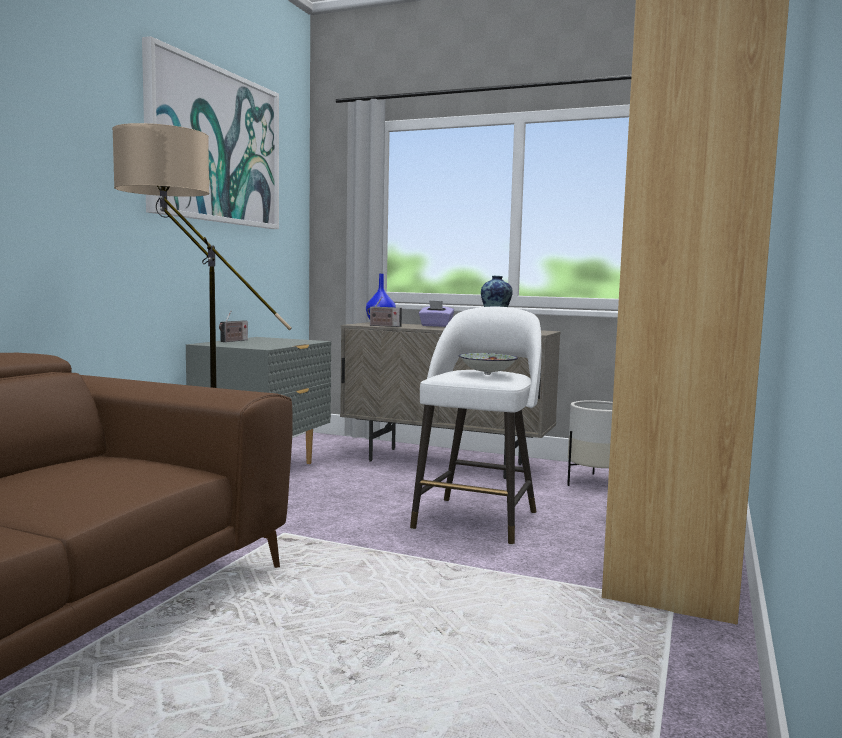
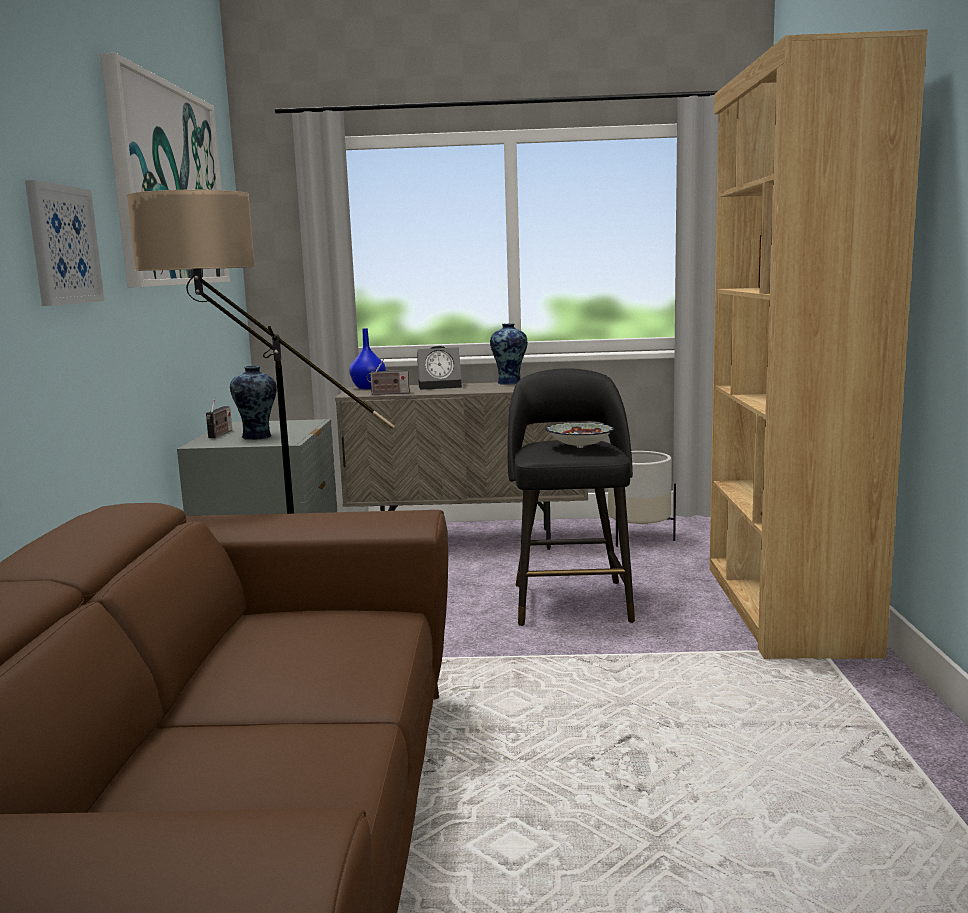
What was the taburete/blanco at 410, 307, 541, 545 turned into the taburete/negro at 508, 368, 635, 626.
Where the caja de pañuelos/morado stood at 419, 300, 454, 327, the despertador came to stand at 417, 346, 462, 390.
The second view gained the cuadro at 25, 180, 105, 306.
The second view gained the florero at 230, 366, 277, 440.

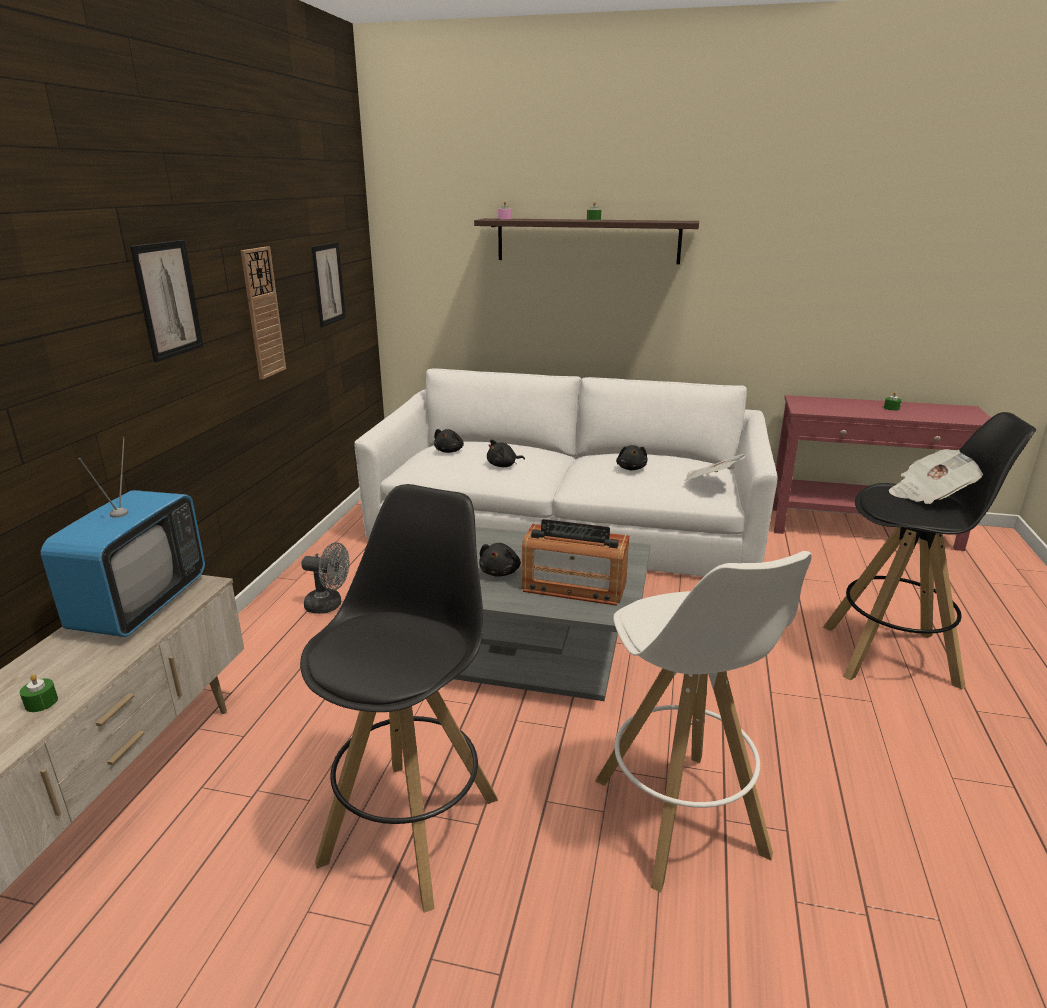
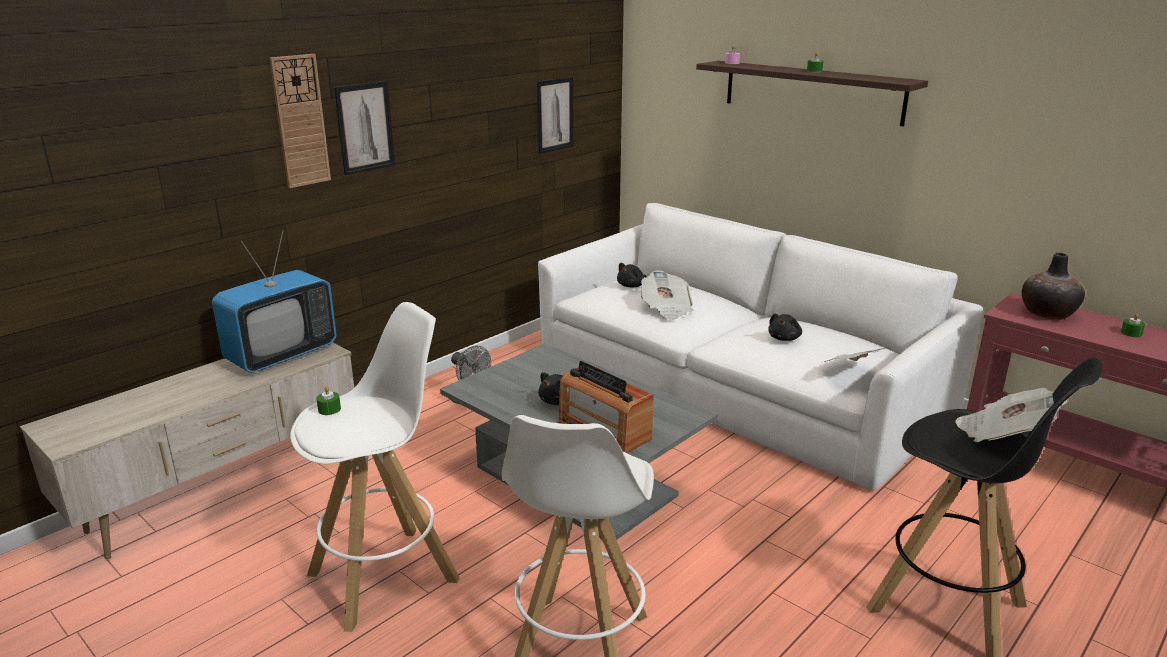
The vela/verde ended up elsewhere, having gone from 20, 674, 58, 712 to 316, 386, 341, 415.
The reloj de pared ended up elsewhere, having gone from 241, 246, 286, 379 to 269, 54, 331, 188.
What was the taburete/negro at 300, 484, 498, 913 turned into the taburete/blanco at 290, 302, 460, 632.
Where the peluche/negro stood at 487, 439, 525, 467, the periódico came to stand at 641, 270, 693, 321.
The second view gained the florero at 1022, 253, 1085, 320.

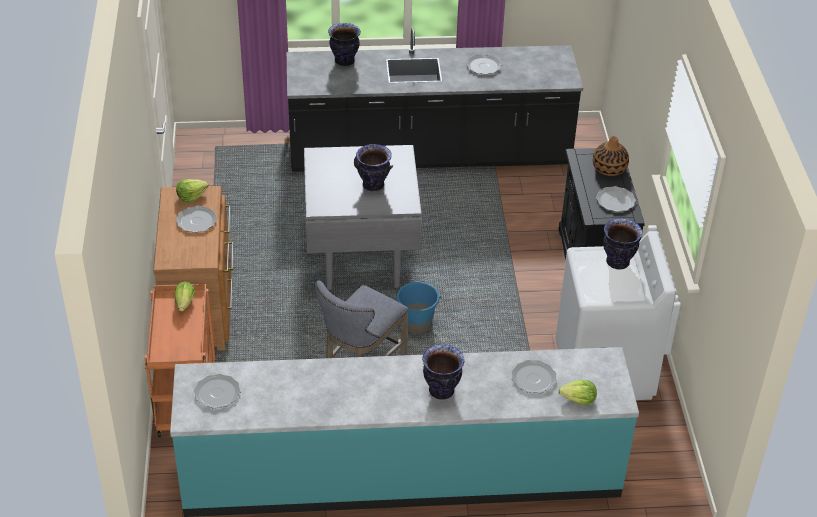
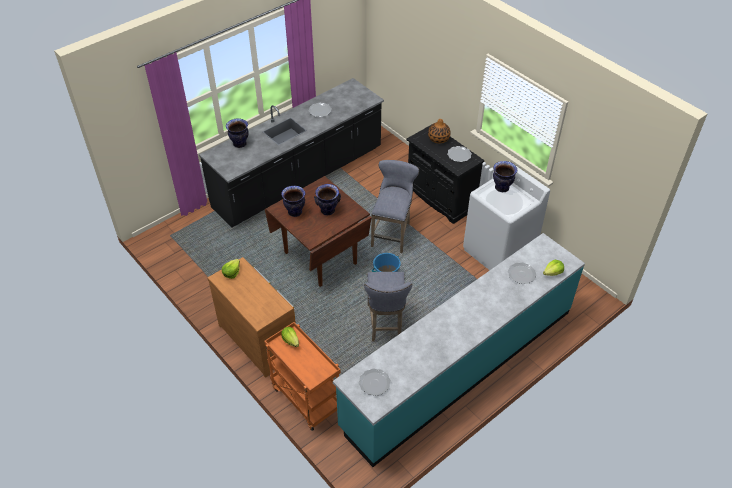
The second view lost the plato at 176, 206, 217, 233.
What was the mesa de comedor/gris at 304, 145, 422, 290 turned into the mesa de comedor/marrón at 265, 176, 371, 287.
The florero ended up elsewhere, having gone from 422, 344, 464, 400 to 281, 186, 305, 217.
The second view gained the taburete/gris at 371, 160, 419, 253.

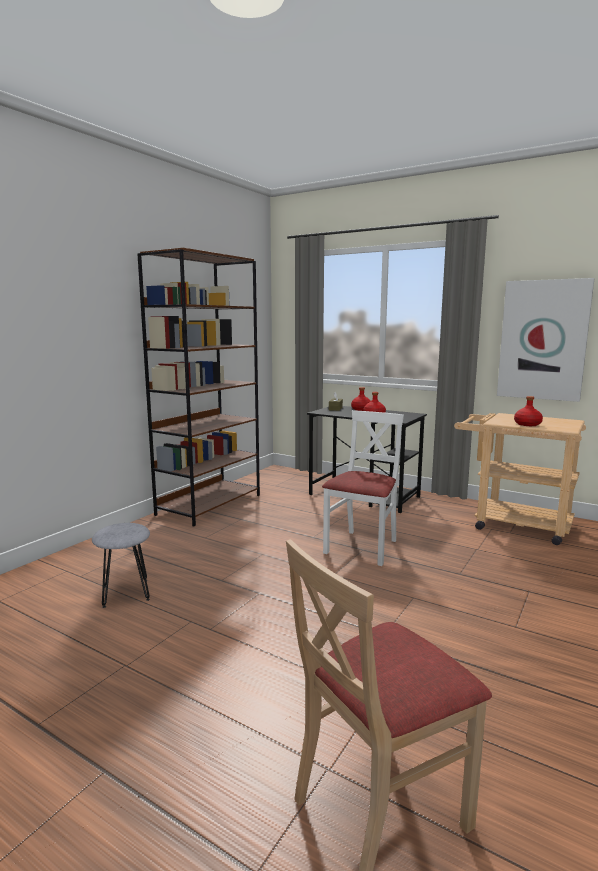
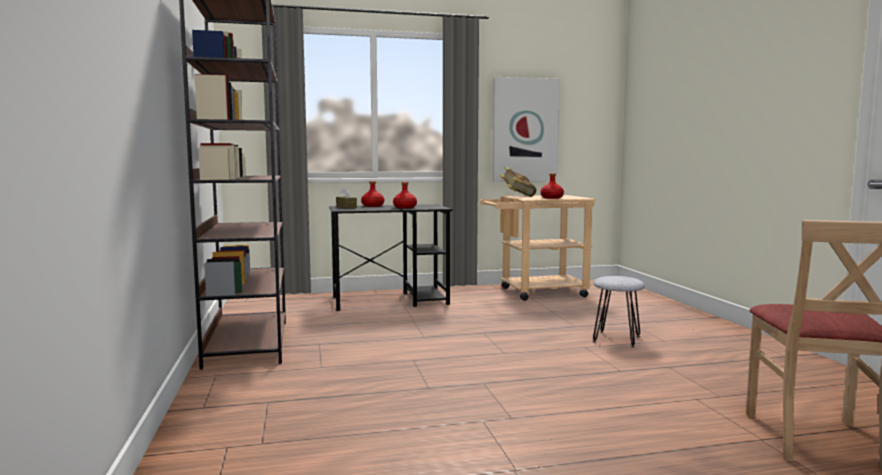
The taburete/gris ended up elsewhere, having gone from 92, 523, 150, 608 to 593, 276, 645, 347.
The second view lost the silla/blanco at 322, 410, 404, 566.
The second view gained the libro at 500, 167, 536, 197.

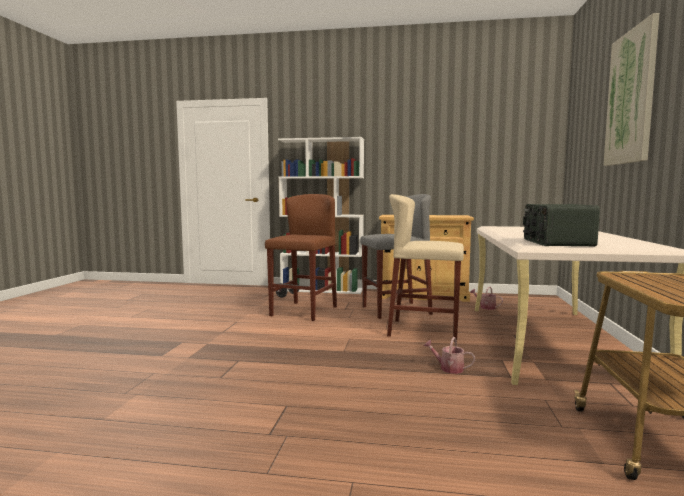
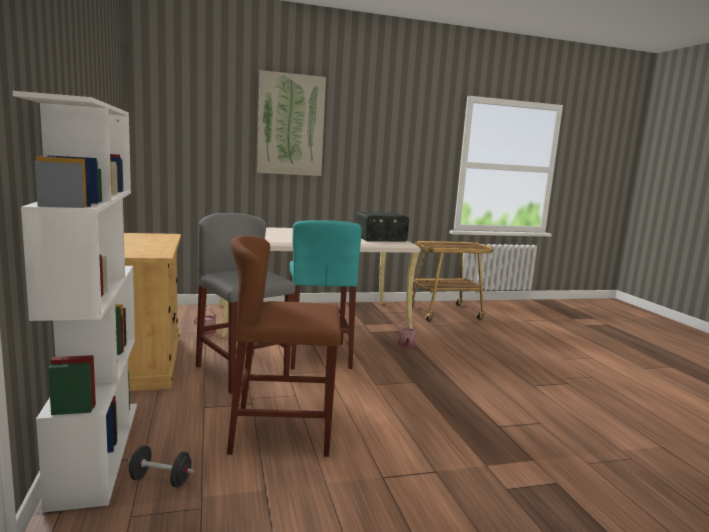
What was the taburete/beis at 387, 194, 464, 342 turned into the taburete/turquesa at 290, 220, 362, 369.

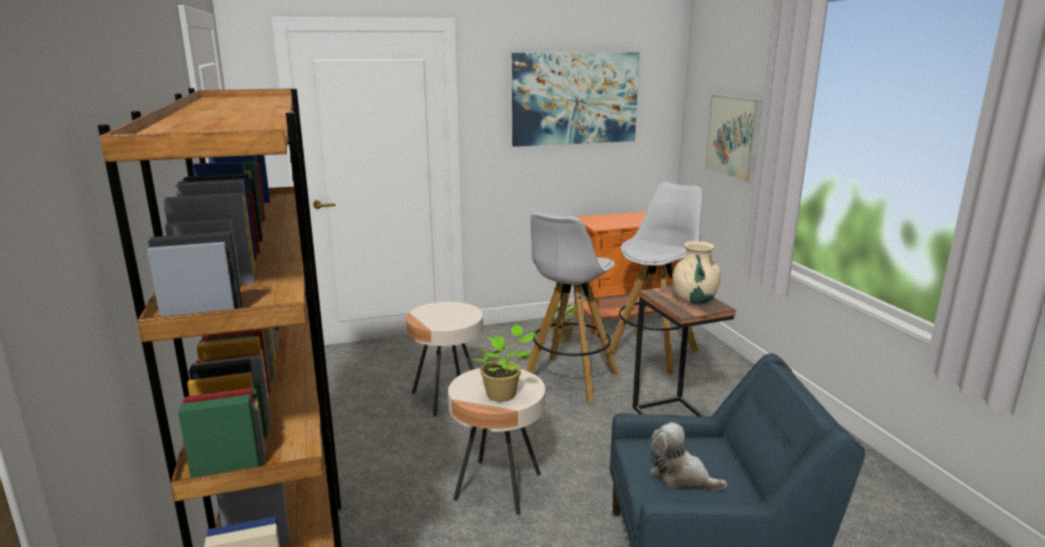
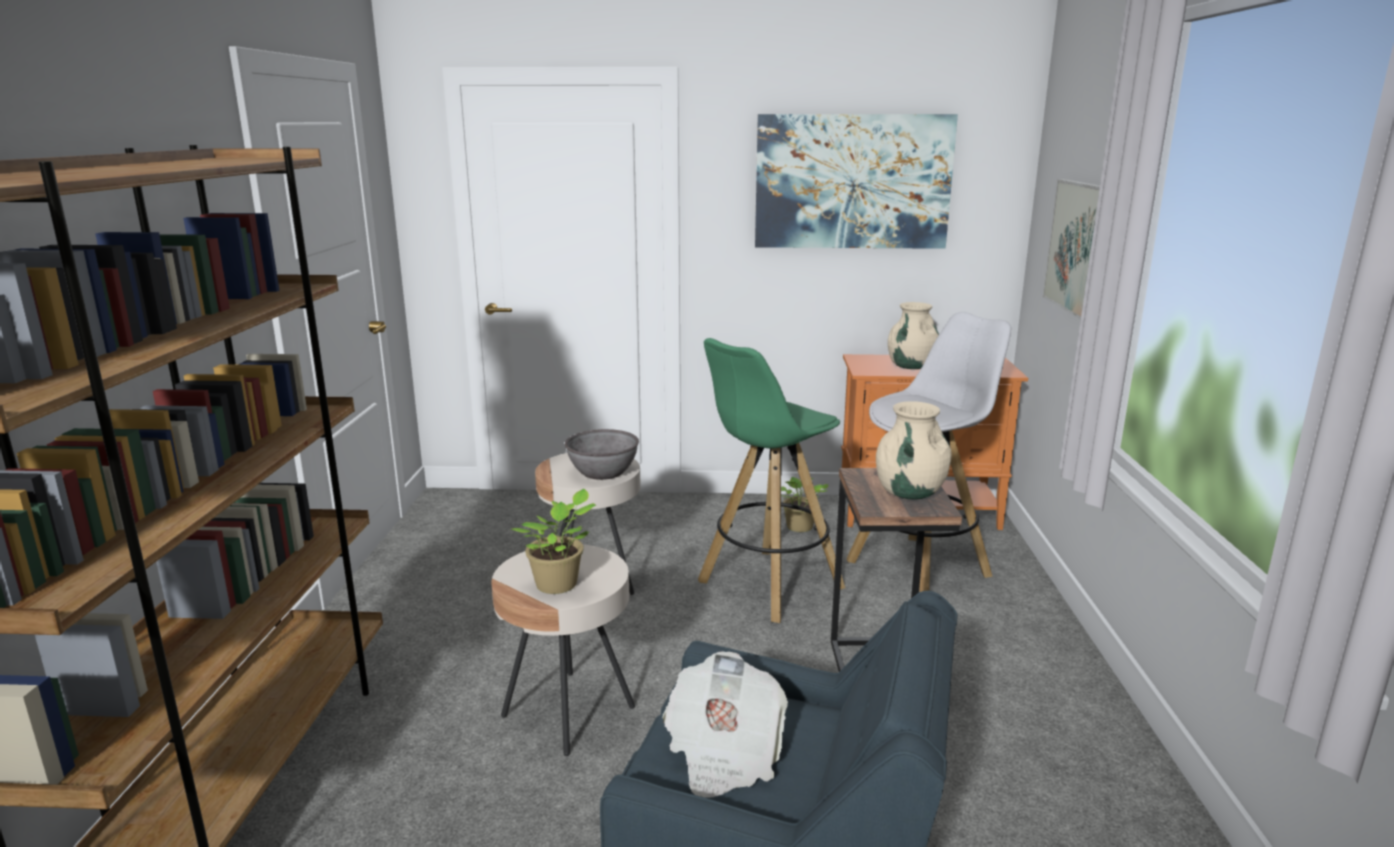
What was the taburete/blanco at 526, 212, 619, 402 turned into the taburete/verde at 698, 338, 845, 623.
Where the peluche stood at 650, 422, 727, 491, the periódico came to stand at 663, 652, 788, 798.
The second view gained the cuenco/gris at 565, 429, 639, 480.
The second view gained the florero/beis at 888, 302, 939, 369.

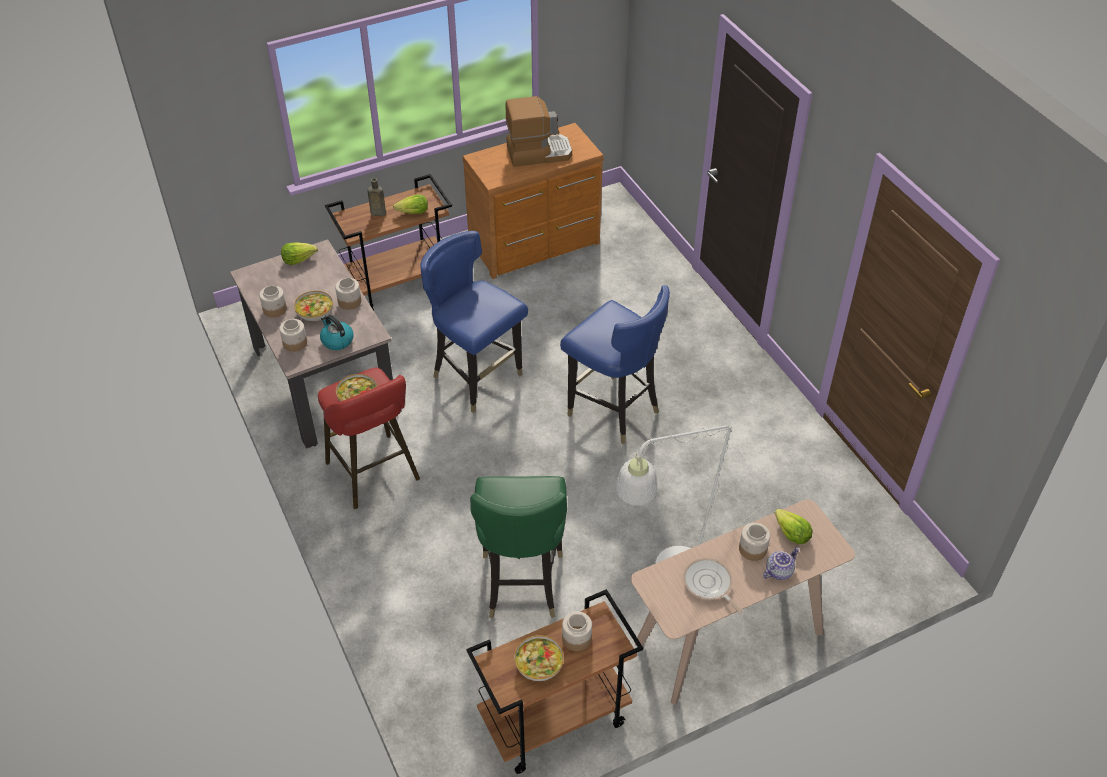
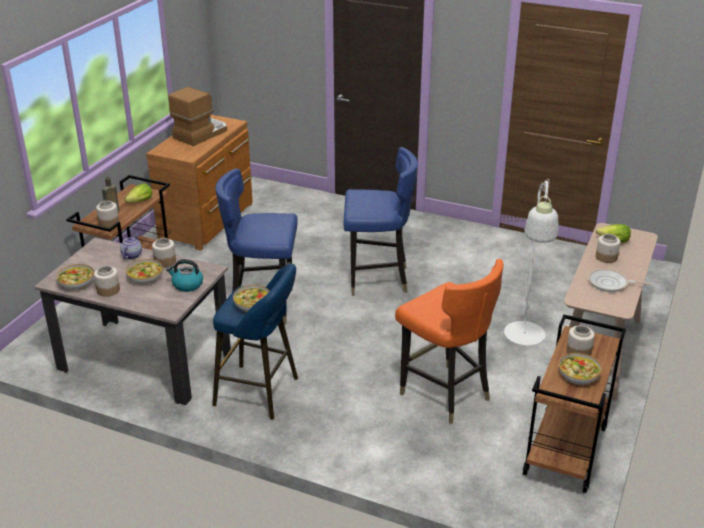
The tarro ended up elsewhere, having gone from 280, 319, 307, 352 to 96, 201, 119, 228.
The second view lost the lechuga at 281, 242, 318, 265.
What was the taburete/rojo at 318, 368, 420, 509 turned into the taburete/azul at 212, 264, 298, 420.
What was the silla/verde at 470, 476, 567, 618 turned into the silla/naranja at 395, 259, 504, 424.
The tetera ended up elsewhere, having gone from 763, 547, 800, 580 to 120, 234, 142, 259.
The second view gained the cuenco at 56, 264, 94, 290.

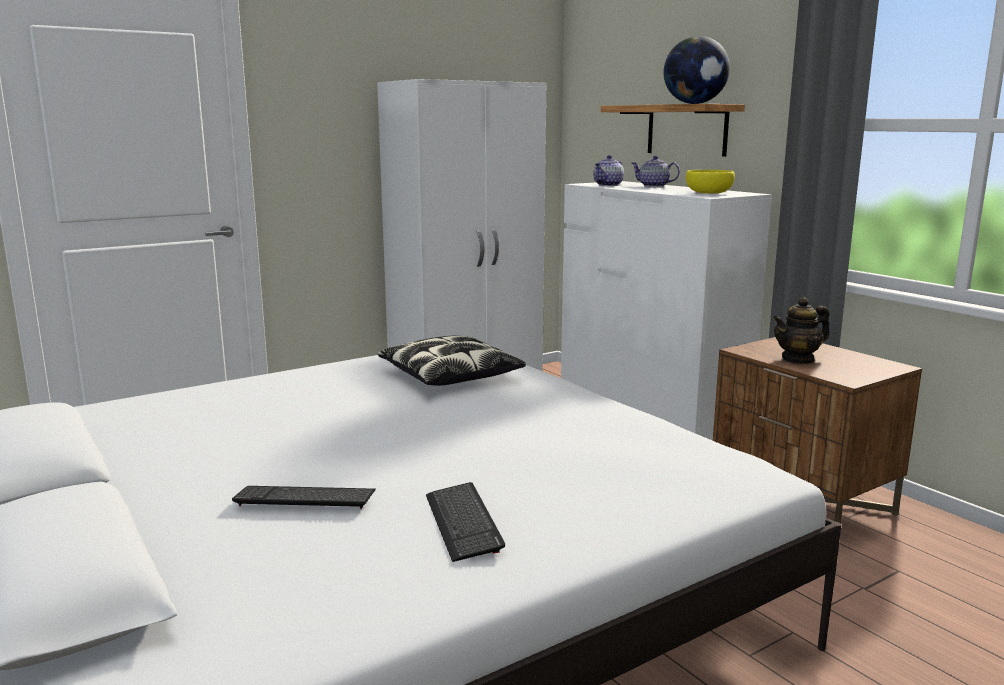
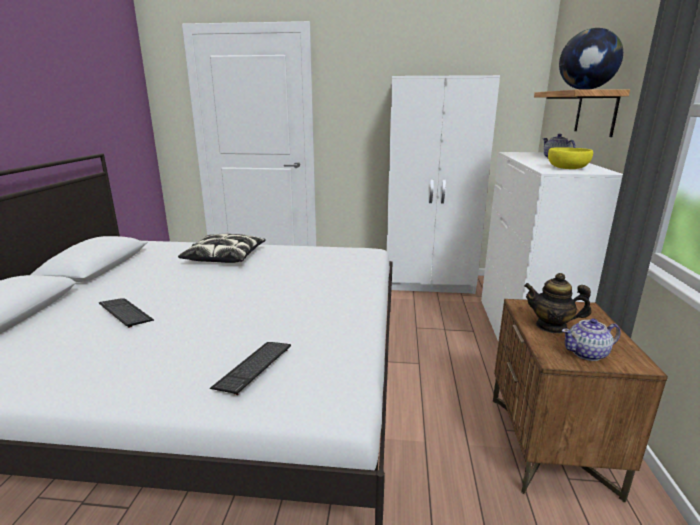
The cojín ended up elsewhere, having gone from 378, 335, 526, 386 to 178, 234, 266, 263.
The teclado ended up elsewhere, having gone from 426, 482, 505, 562 to 210, 342, 291, 395.
The tetera ended up elsewhere, having gone from 593, 155, 624, 186 to 562, 318, 620, 361.

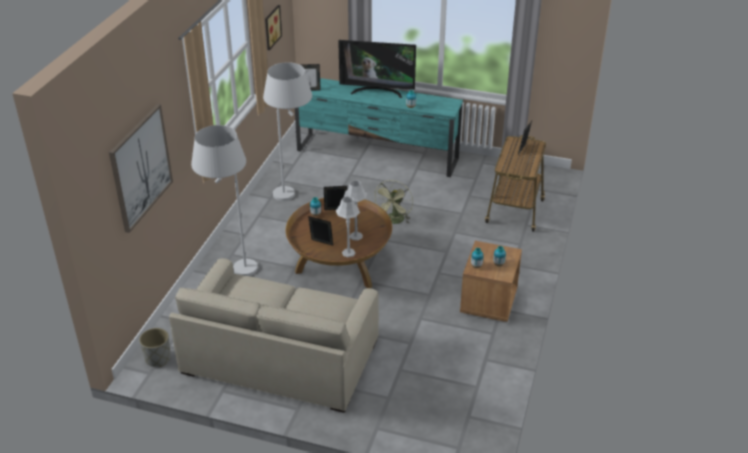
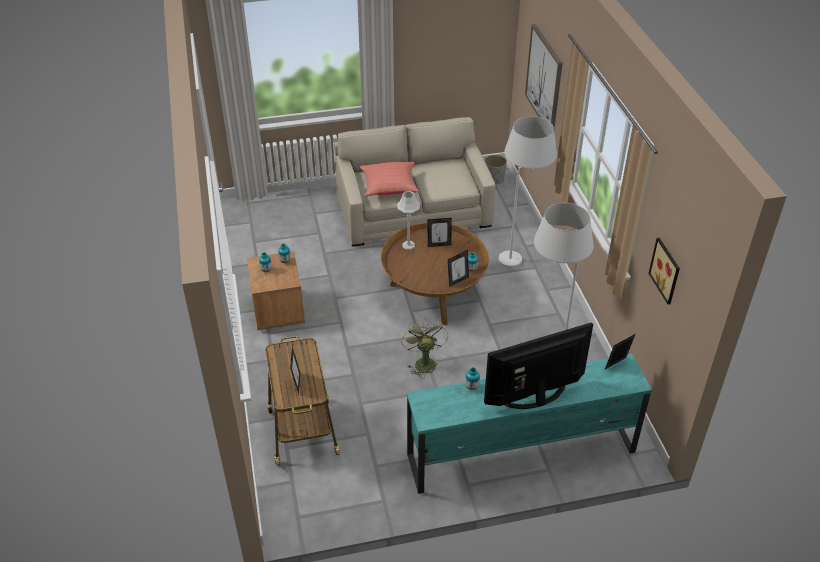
The second view lost the lámpara de mesa/gris at 344, 180, 367, 241.
The second view gained the cojín/rojo at 360, 162, 419, 196.

